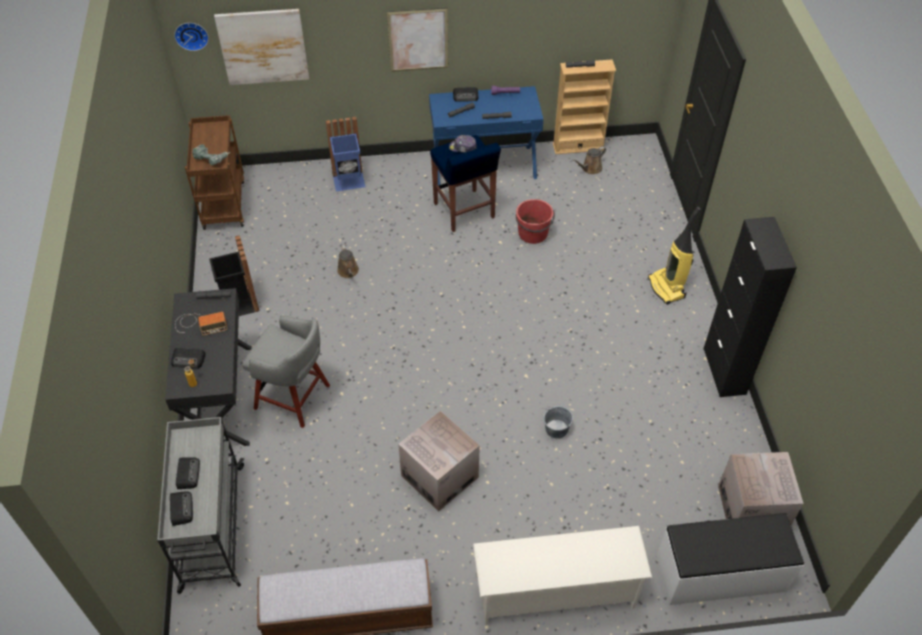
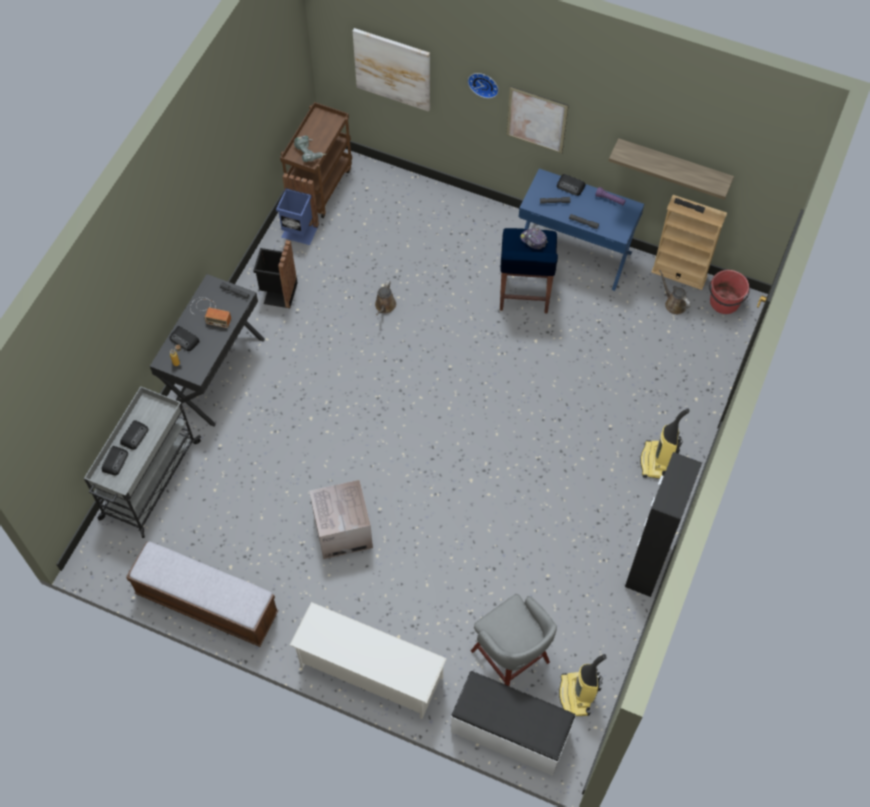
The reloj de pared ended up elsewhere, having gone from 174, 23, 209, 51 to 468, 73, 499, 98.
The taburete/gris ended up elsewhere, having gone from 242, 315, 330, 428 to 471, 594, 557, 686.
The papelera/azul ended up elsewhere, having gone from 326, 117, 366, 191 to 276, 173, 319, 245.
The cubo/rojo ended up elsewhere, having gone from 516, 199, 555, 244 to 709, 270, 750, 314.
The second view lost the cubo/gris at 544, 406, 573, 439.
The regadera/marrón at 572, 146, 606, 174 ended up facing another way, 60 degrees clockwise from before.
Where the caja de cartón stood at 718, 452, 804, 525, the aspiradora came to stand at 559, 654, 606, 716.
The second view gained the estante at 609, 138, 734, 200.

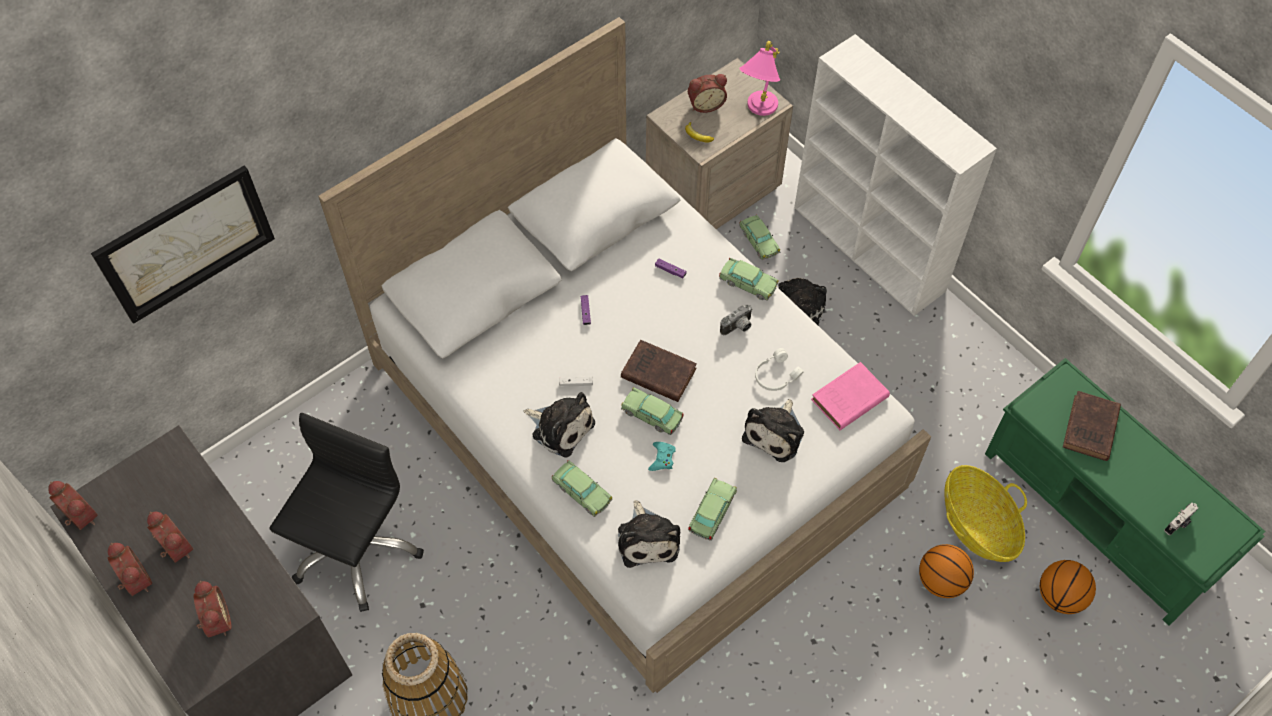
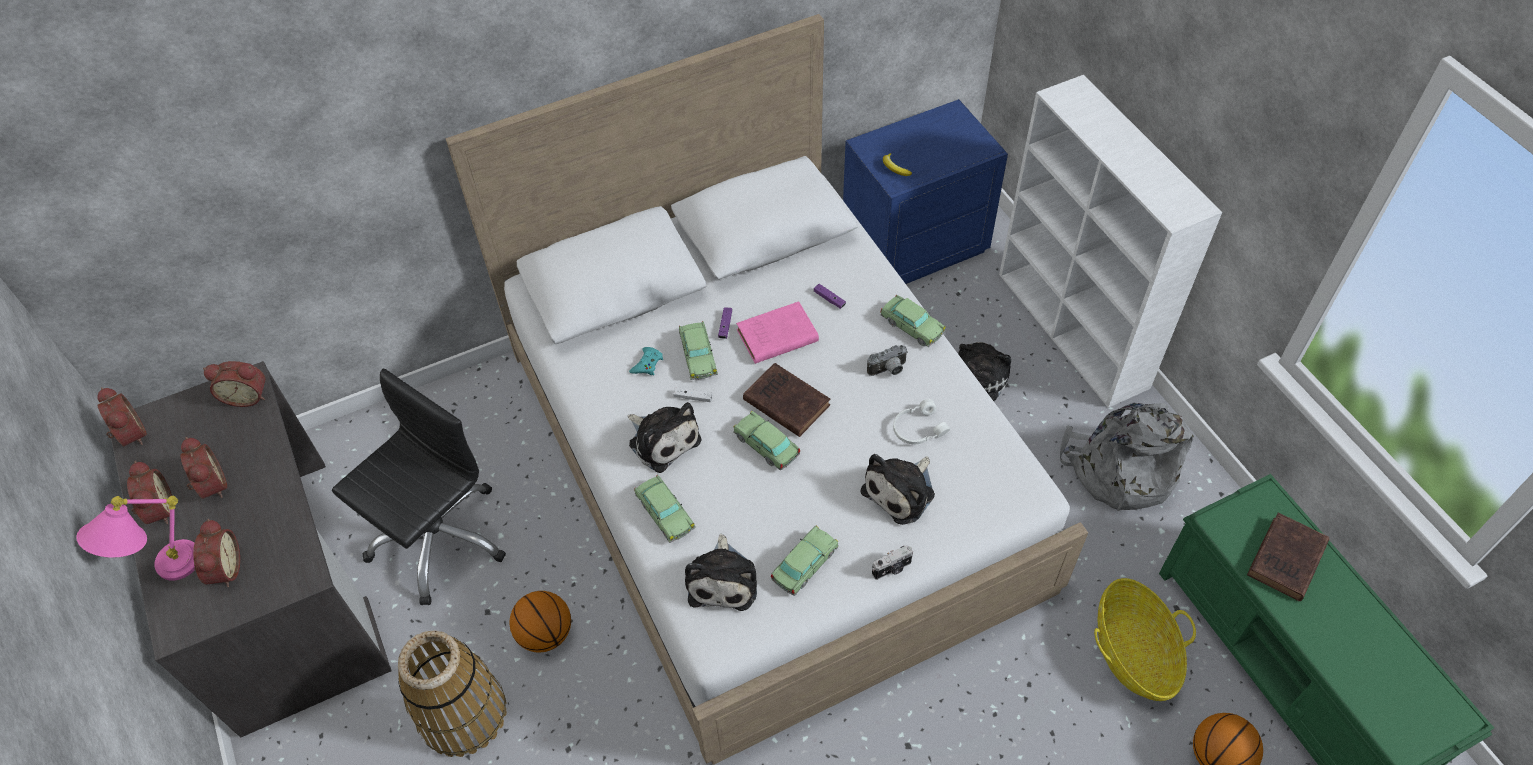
The second view lost the cuadro at 91, 165, 275, 324.
What was the mesita de noche/beis at 646, 58, 793, 229 turned into the mesita de noche/azul at 843, 99, 1008, 284.
The mando de consola/turquesa ended up elsewhere, having gone from 648, 442, 676, 471 to 629, 347, 663, 375.
The despertador ended up elsewhere, having gone from 688, 74, 727, 113 to 203, 361, 265, 407.
The lámpara de mesa/rosa ended up elsewhere, having gone from 739, 41, 780, 116 to 76, 496, 195, 581.
The coche de juguete ended up elsewhere, having gone from 739, 214, 780, 260 to 679, 321, 718, 380.
The libro/rosa ended up elsewhere, having gone from 811, 362, 890, 430 to 736, 301, 819, 364.
The balón de baloncesto ended up elsewhere, having gone from 919, 544, 974, 598 to 509, 591, 571, 653.
The cámara ended up elsewhere, having gone from 1164, 503, 1198, 535 to 872, 545, 913, 580.
The second view gained the mochila/gris at 1060, 403, 1194, 511.

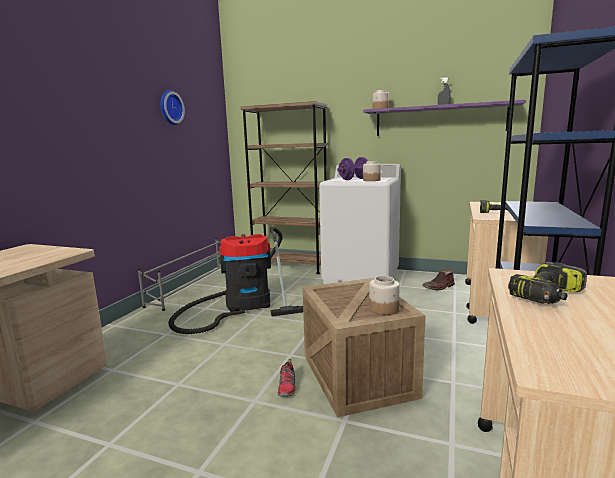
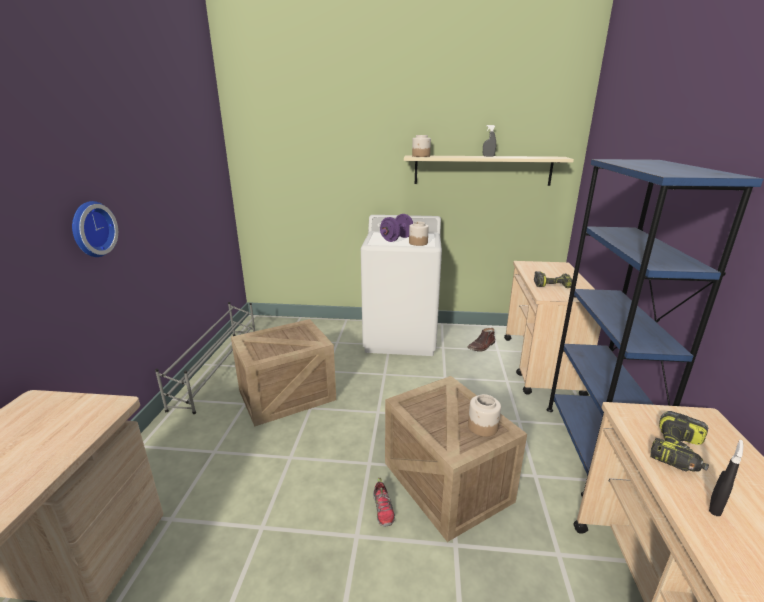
The reloj de pared ended up elsewhere, having gone from 160, 90, 185, 125 to 72, 201, 118, 257.
Where the aspiradora stood at 168, 227, 303, 334, the caja de embalaje came to stand at 231, 319, 336, 427.
The second view lost the estantería/marrón at 240, 101, 327, 274.
What was the estante/morado at 363, 100, 526, 136 turned into the estante/beis at 404, 155, 574, 186.
The second view gained the pulverizador/negro at 709, 440, 744, 516.

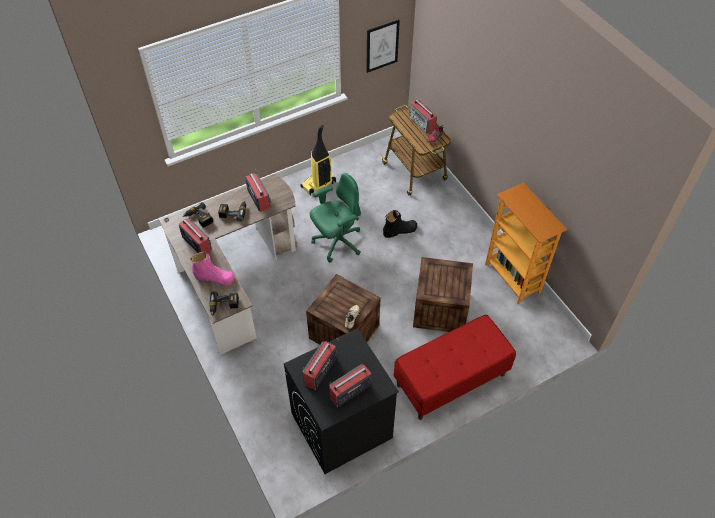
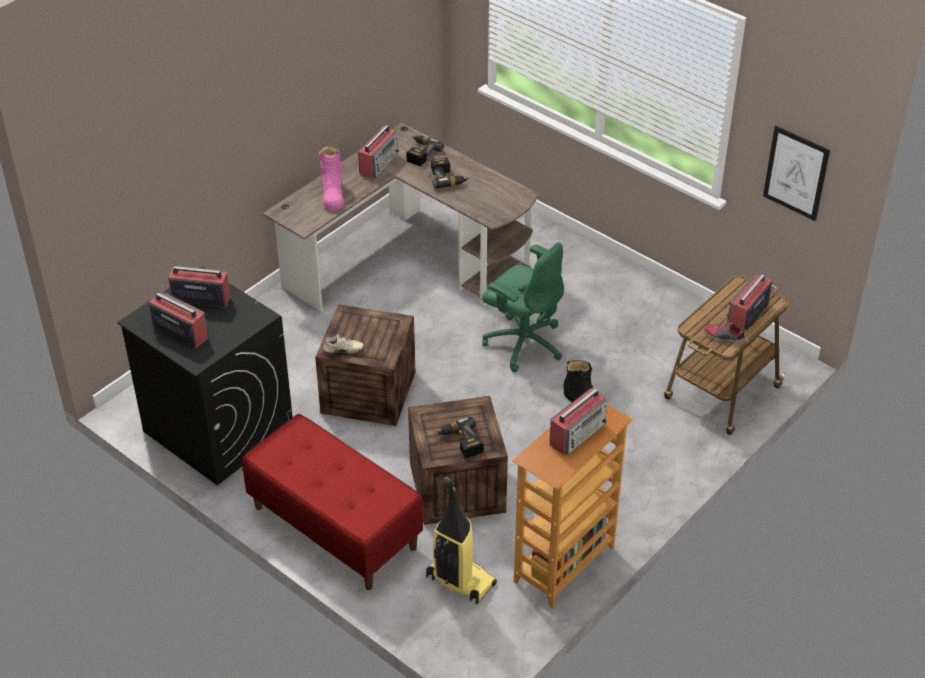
The taladro ended up elsewhere, having gone from 210, 291, 239, 316 to 435, 417, 484, 458.
The radio ended up elsewhere, having gone from 245, 170, 271, 212 to 550, 388, 607, 455.
The aspiradora ended up elsewhere, having gone from 300, 125, 336, 196 to 426, 477, 497, 604.

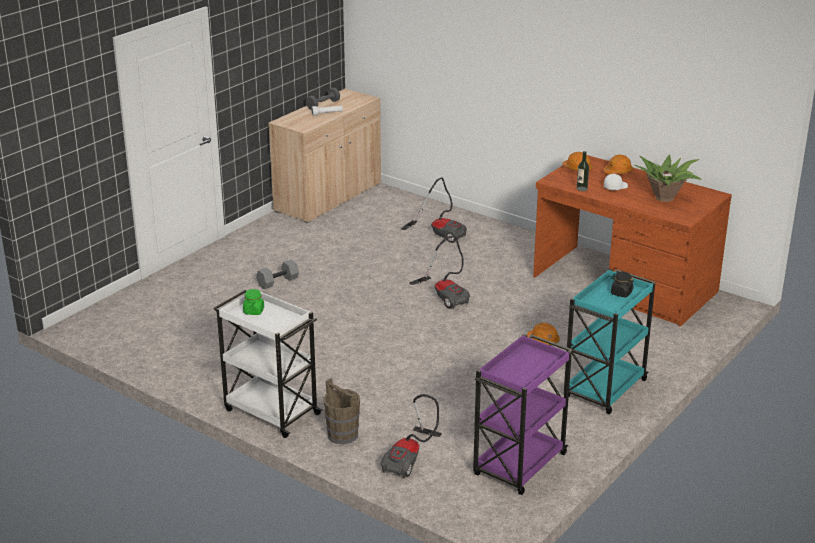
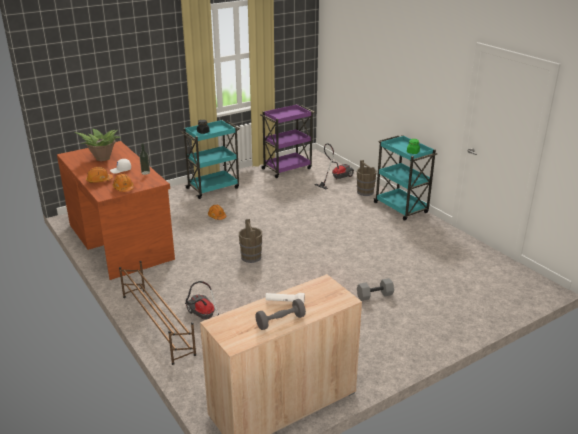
What was the carrito/blanco at 214, 288, 322, 438 turned into the carrito/turquesa at 373, 135, 437, 221.
Where the aspiradora stood at 409, 236, 470, 309, the cubo/marrón came to stand at 239, 219, 262, 263.
The second view gained the zapatero/marrón at 119, 261, 196, 365.

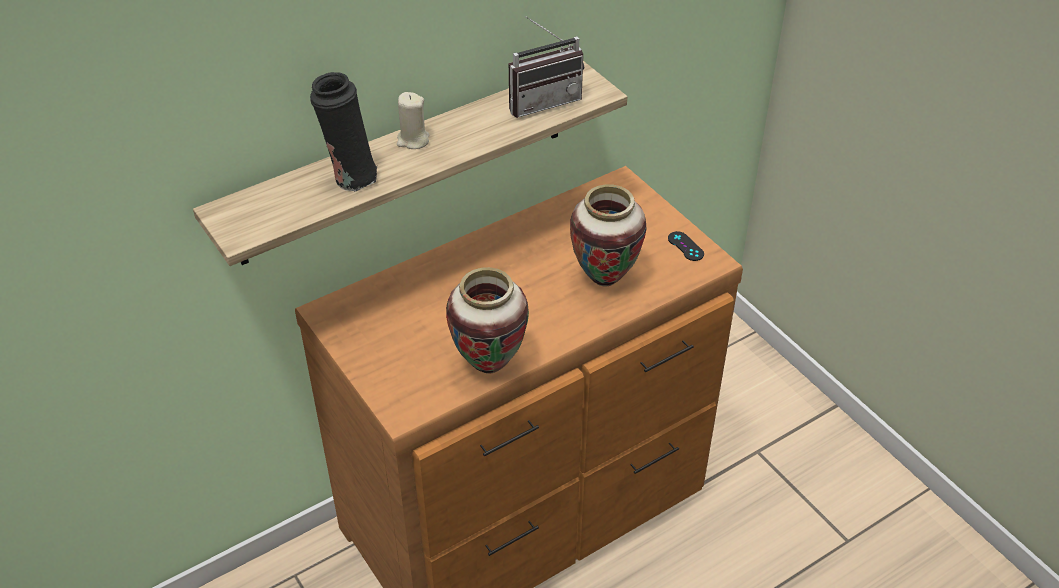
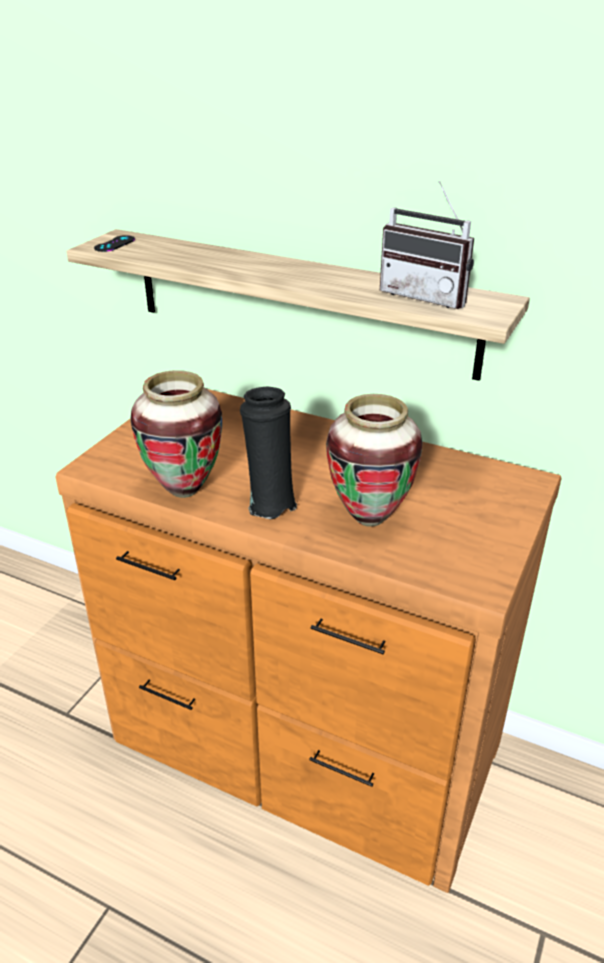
The florero/negro ended up elsewhere, having gone from 310, 72, 378, 191 to 240, 387, 297, 519.
The second view lost the vela/beis at 397, 92, 430, 149.
The mando de consola/negro ended up elsewhere, having gone from 668, 231, 704, 261 to 94, 235, 135, 252.

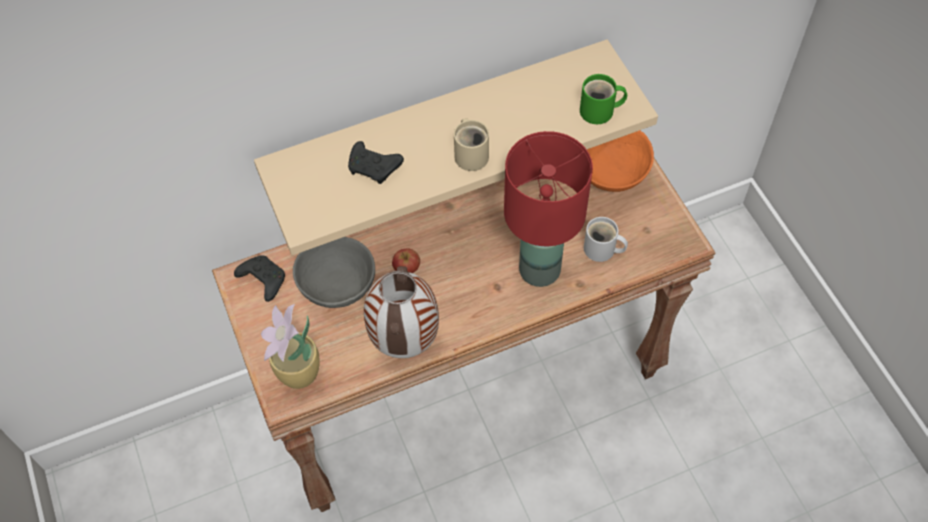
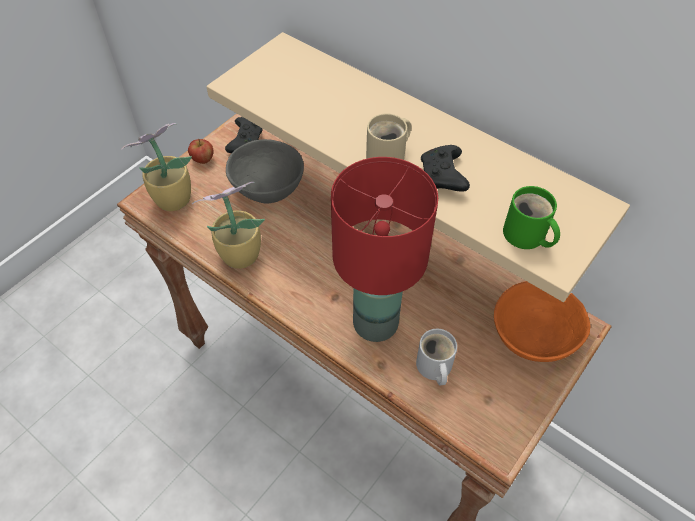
The mando de consola/negro ended up elsewhere, having gone from 348, 141, 404, 184 to 421, 145, 470, 192.
Where the florero stood at 364, 266, 439, 358, the planta en maceta came to stand at 192, 182, 265, 269.
The manzana ended up elsewhere, having gone from 392, 248, 420, 273 to 188, 139, 214, 164.

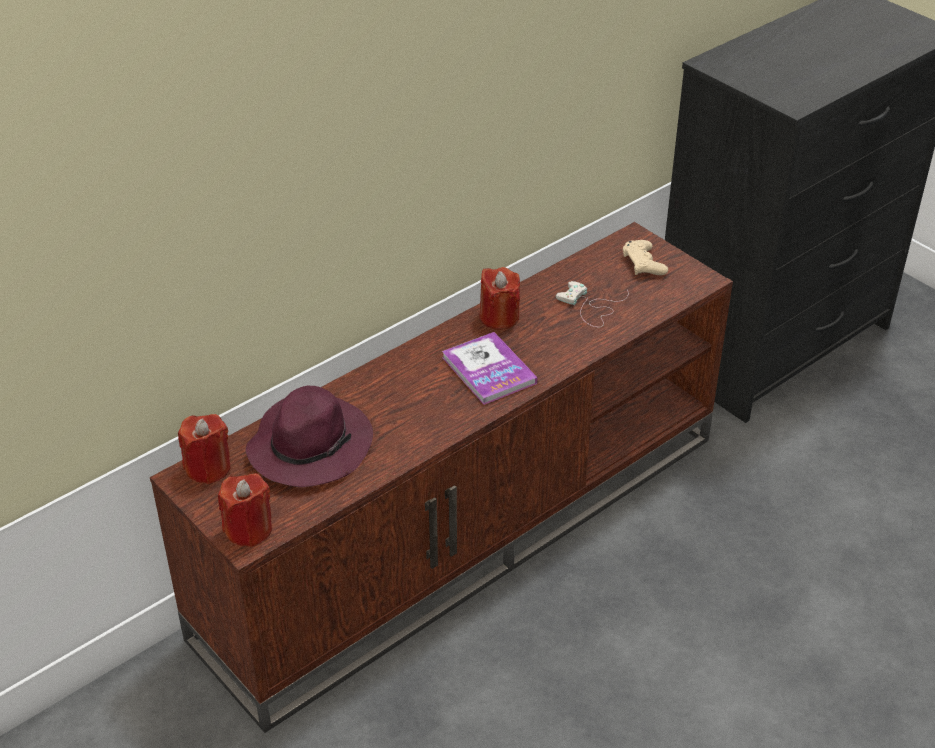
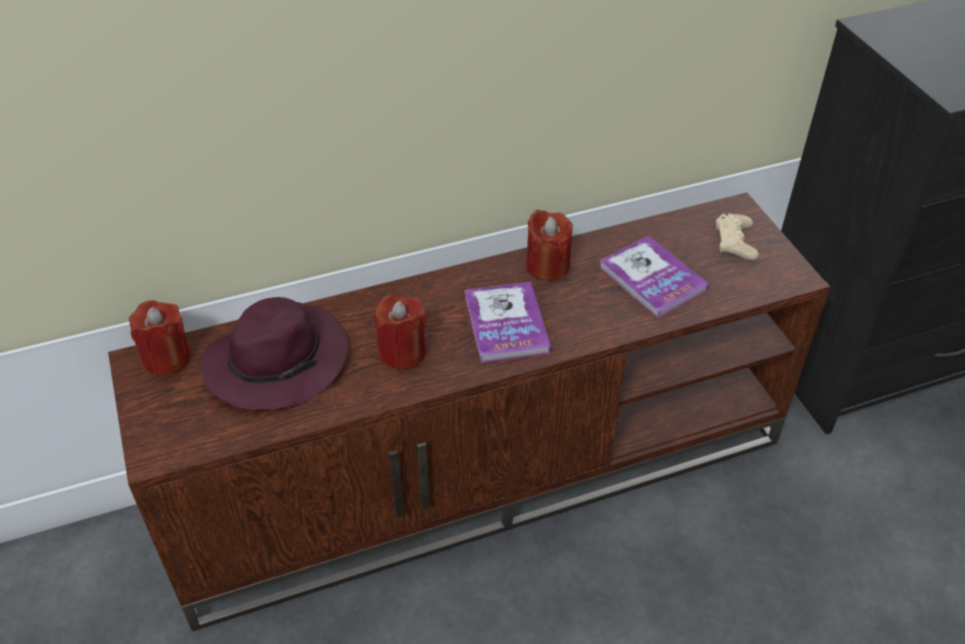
The vela/rojo ended up elsewhere, having gone from 218, 473, 272, 547 to 374, 295, 427, 371.
Where the mando de consola/blanco stood at 556, 281, 629, 327, the libro came to stand at 599, 235, 709, 318.

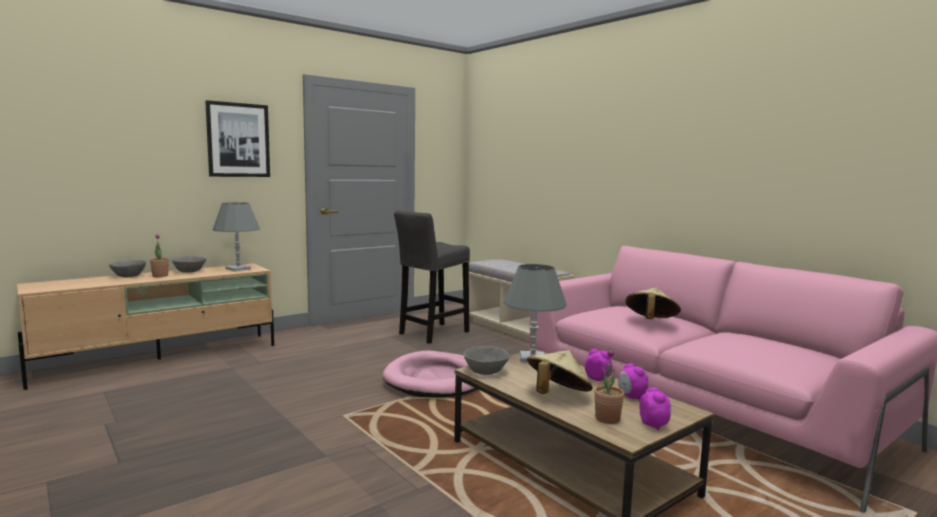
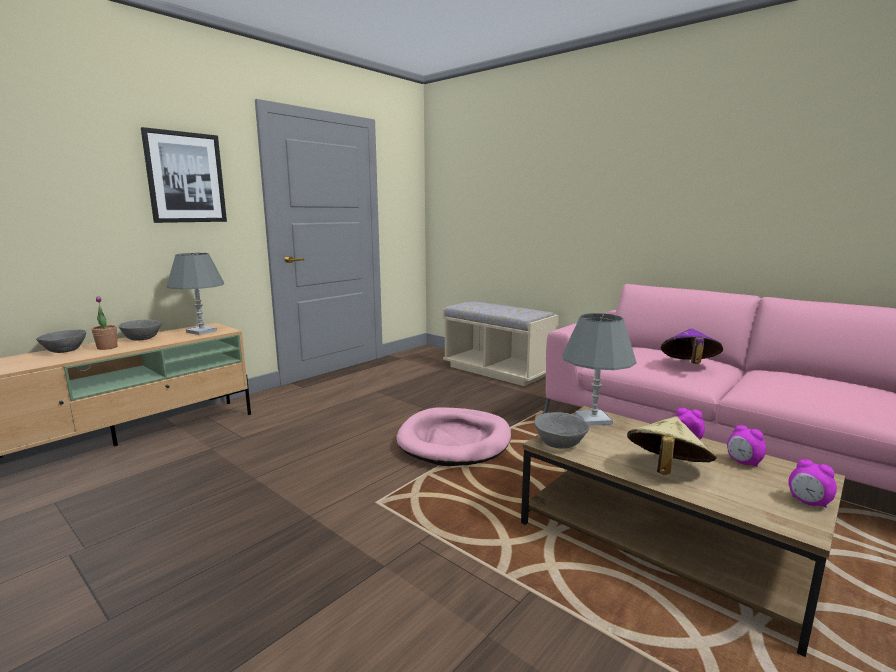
The second view lost the taburete/gris at 394, 210, 470, 344.
The second view lost the planta en maceta at 594, 348, 624, 424.
What was the sombrero/beis at 626, 287, 681, 319 turned into the sombrero/morado at 661, 329, 723, 364.
The despertador at 639, 388, 672, 430 ended up facing another way, 150 degrees clockwise from before.

